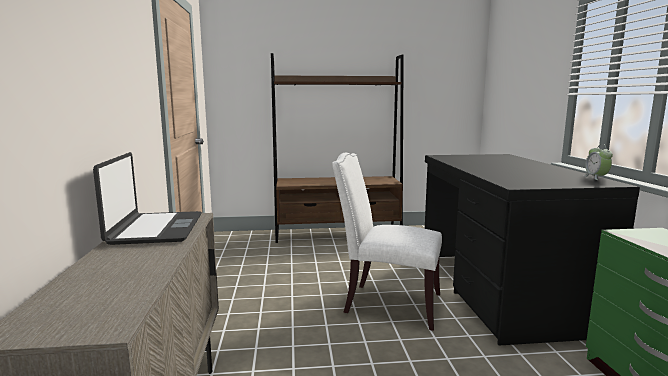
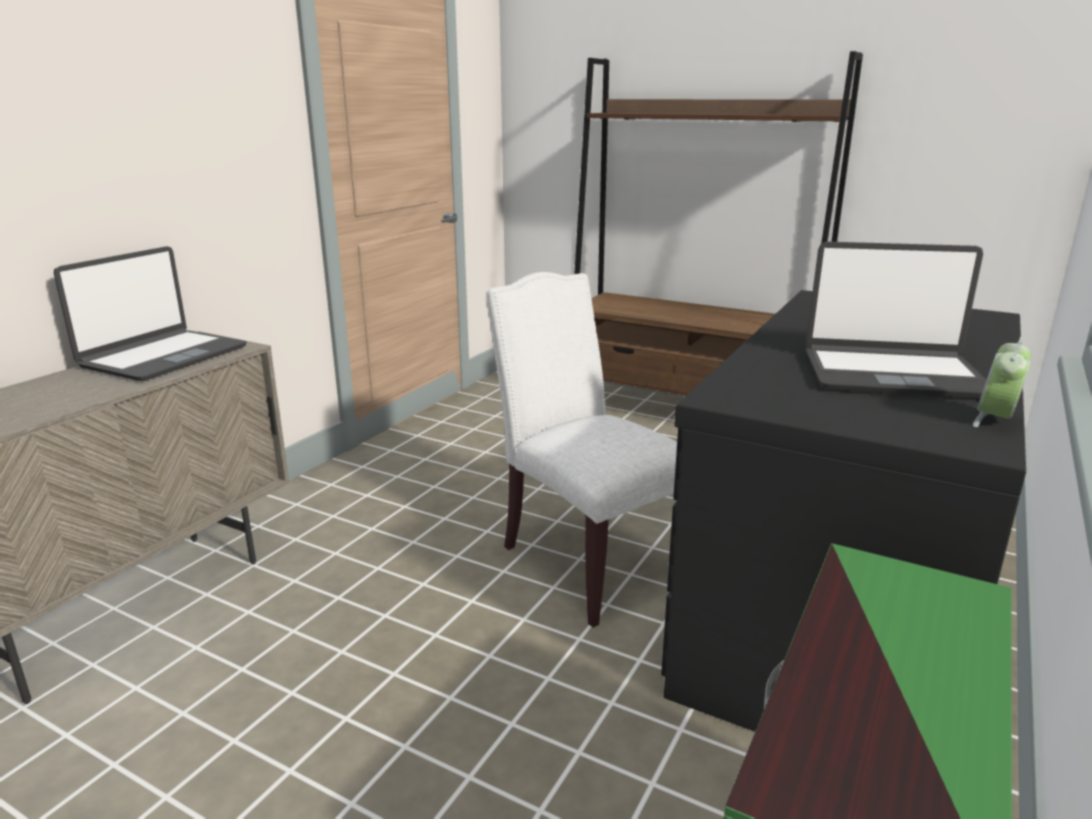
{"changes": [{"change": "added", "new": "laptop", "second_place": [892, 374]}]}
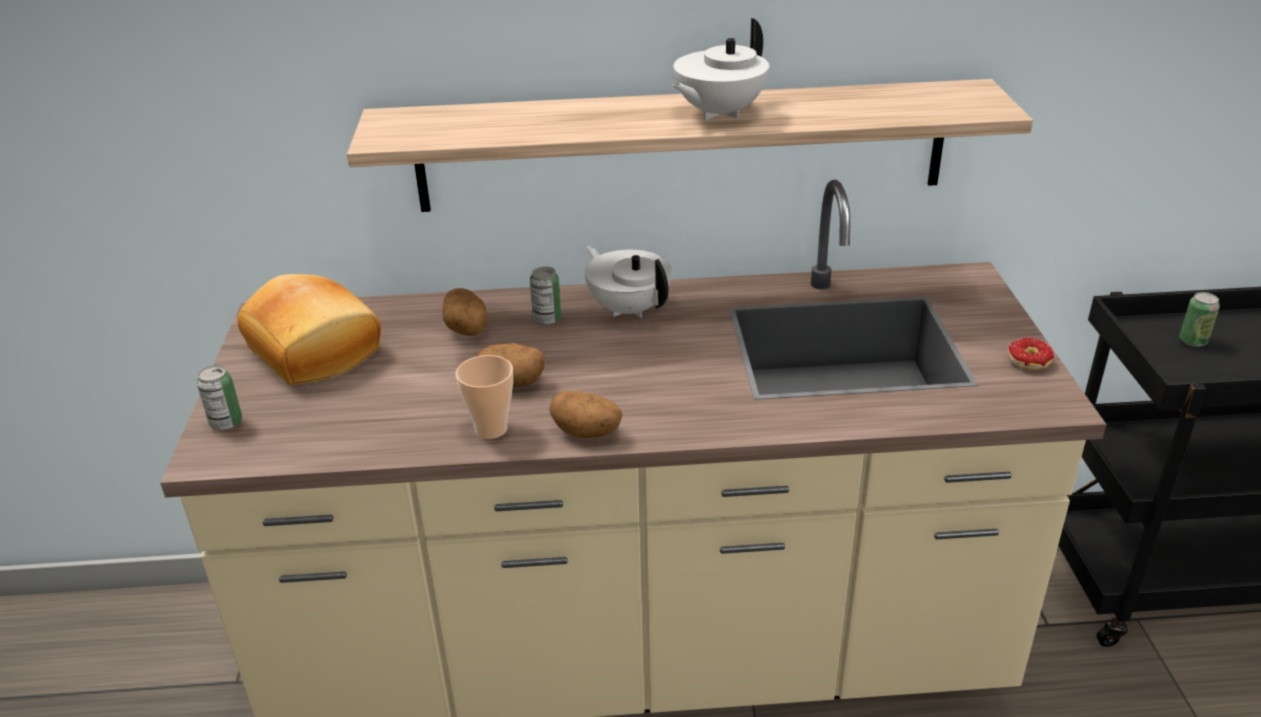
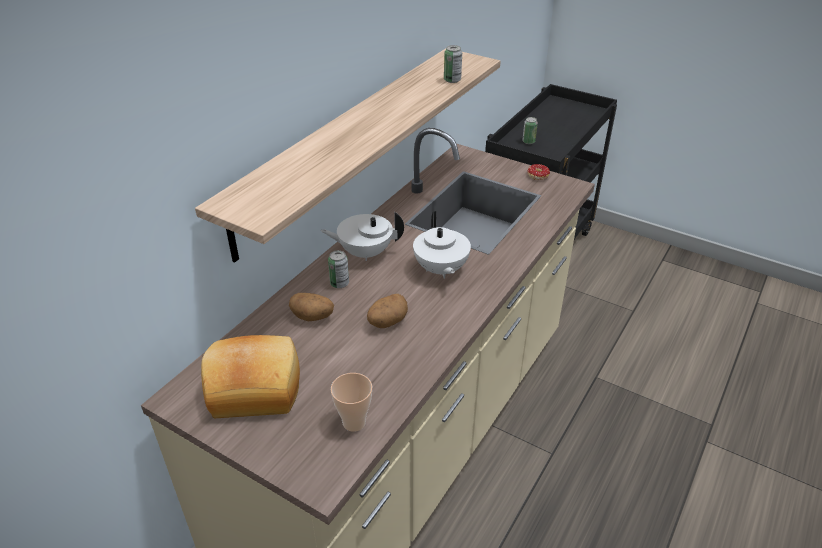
{"changes": [{"change": "removed", "old": "potato", "first_place": [587, 432]}, {"change": "moved", "old": "can", "first_place": [226, 423], "second_place": [452, 80]}, {"change": "moved", "old": "cup", "first_place": [491, 429], "second_place": [354, 422]}, {"change": "moved", "old": "white teapot", "first_place": [718, 113], "second_place": [440, 270]}]}
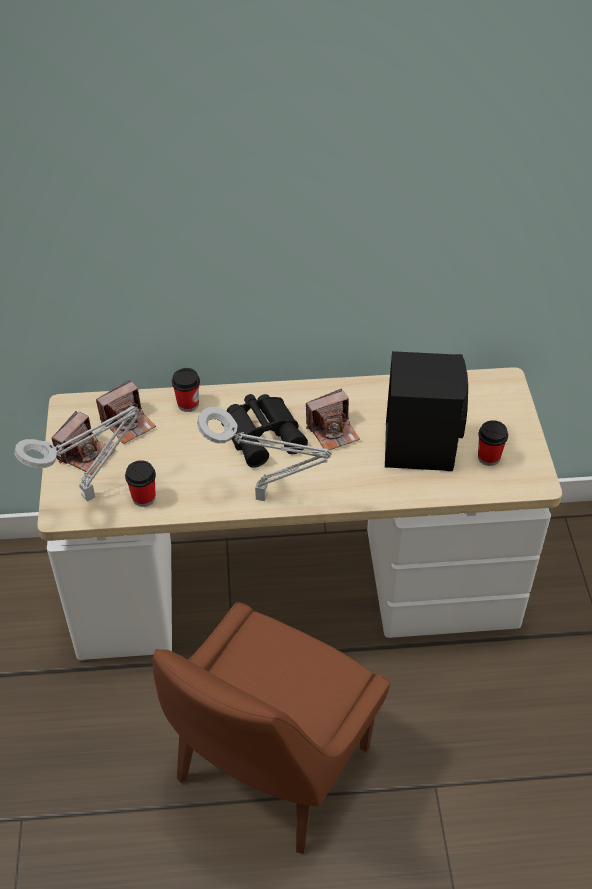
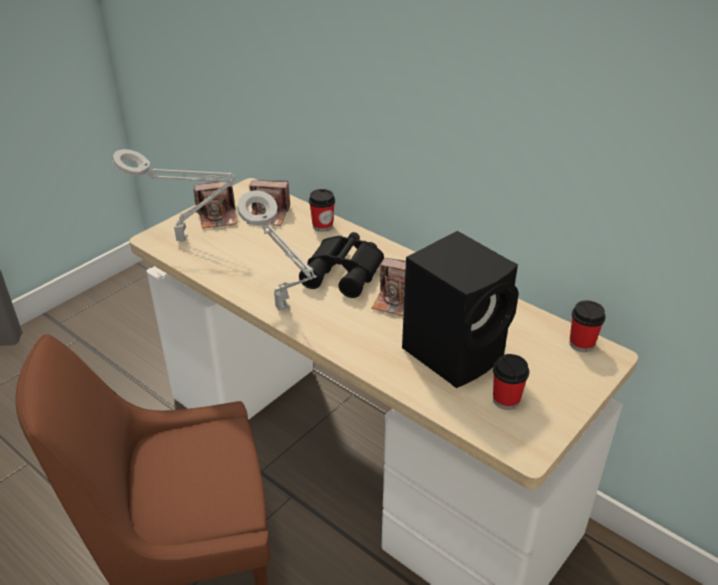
{"changes": [{"change": "moved", "old": "cup", "first_place": [144, 498], "second_place": [581, 344]}]}
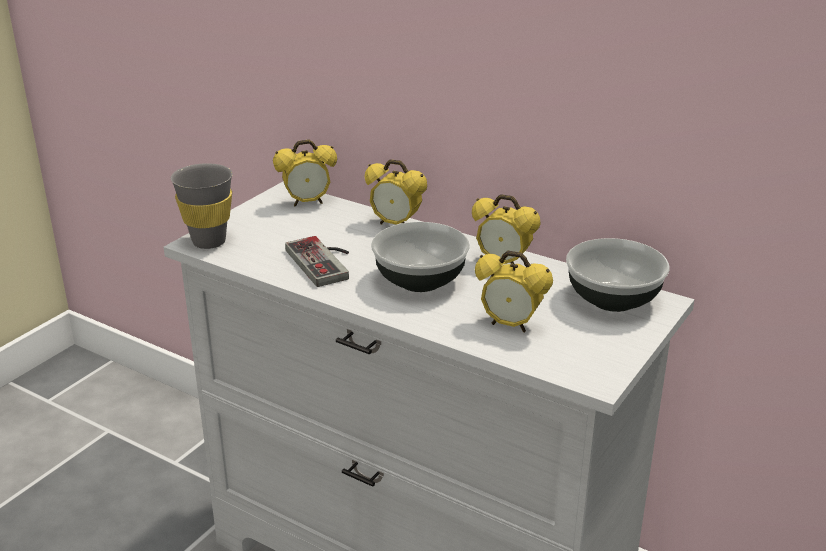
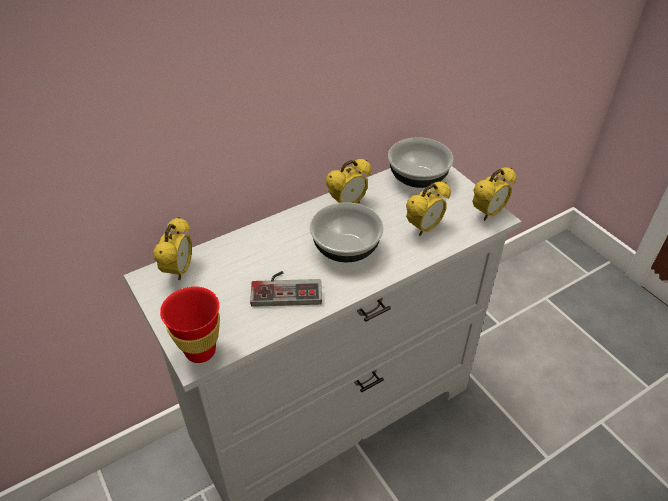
{"changes": [{"change": "moved", "old": "alarm clock", "first_place": [396, 225], "second_place": [488, 213]}, {"change": "recoloured", "old": "grey cup", "new": "red cup", "first_place": [209, 242], "second_place": [200, 351]}]}
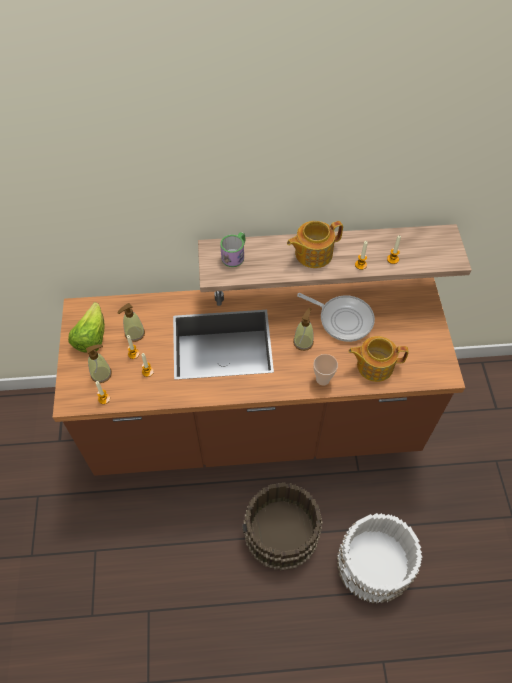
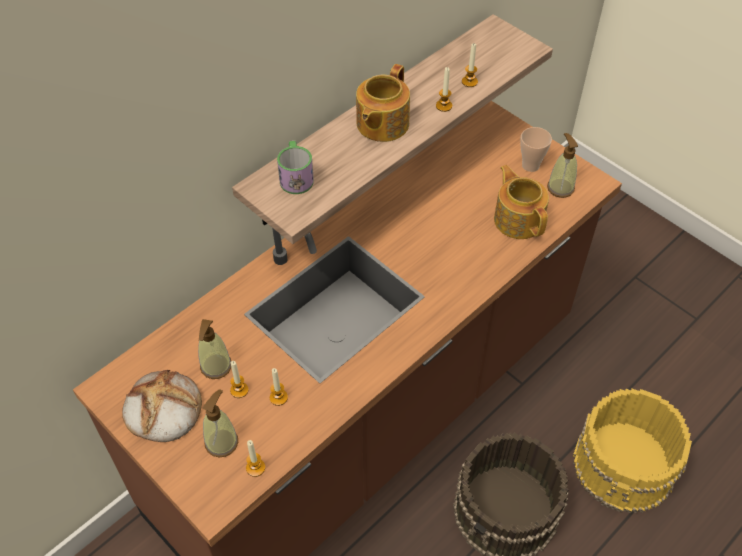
{"changes": [{"change": "removed", "old": "frying pan", "first_place": [343, 319]}, {"change": "moved", "old": "soap dispenser", "first_place": [303, 342], "second_place": [560, 188]}, {"change": "moved", "old": "cup", "first_place": [323, 379], "second_place": [530, 165]}, {"change": "replaced", "old": "lettuce", "new": "bread", "first_place": [91, 337], "second_place": [162, 409]}, {"change": "recoloured", "old": "white bucket", "new": "yellow bucket", "first_place": [375, 564], "second_place": [625, 465]}, {"change": "turned", "old": "teapot", "first_place": [374, 365], "second_place": [518, 219], "degrees": 105}]}
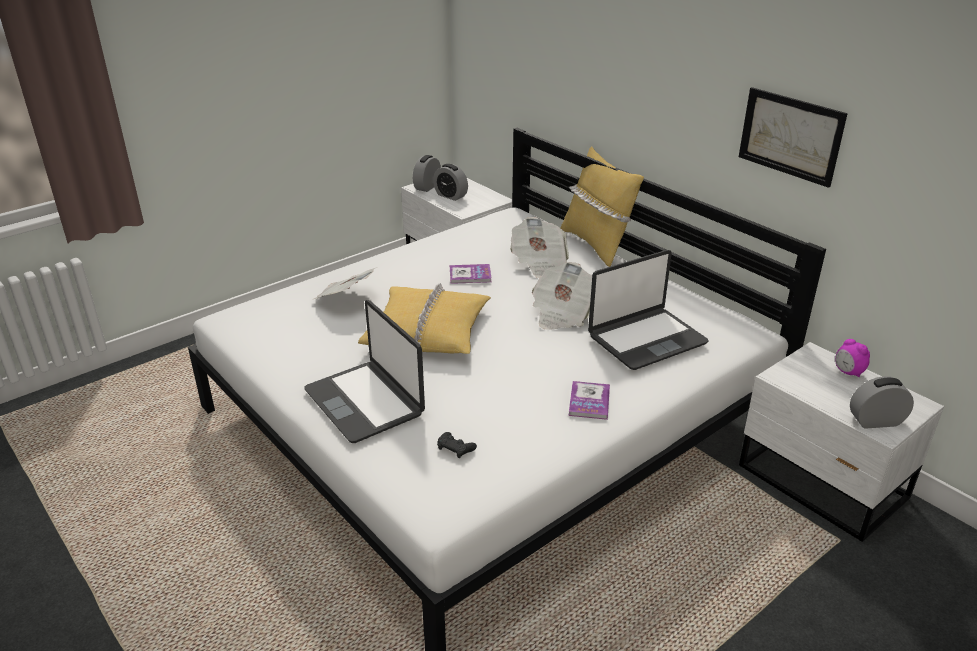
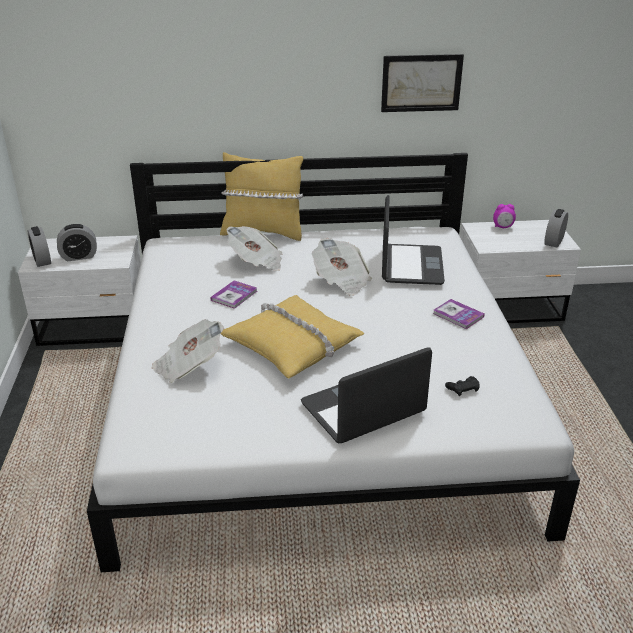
{"changes": [{"change": "turned", "old": "laptop", "first_place": [365, 402], "second_place": [363, 409], "degrees": 150}]}
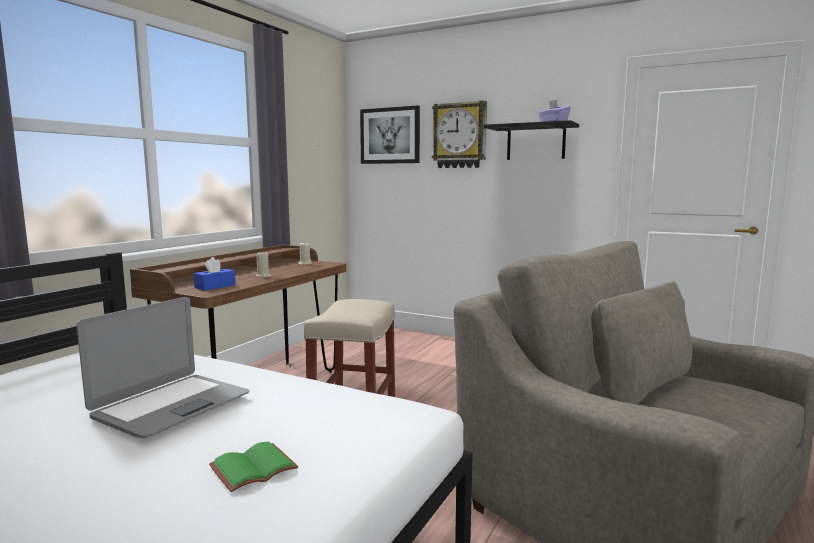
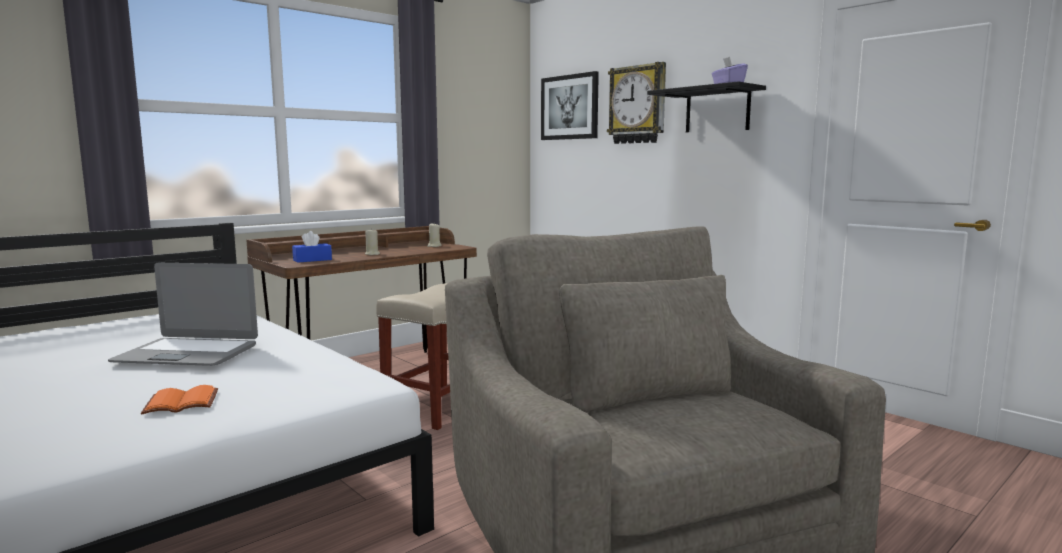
{"changes": [{"change": "recoloured", "old": "green book", "new": "orange book", "first_place": [254, 467], "second_place": [183, 402]}, {"change": "turned", "old": "laptop", "first_place": [171, 406], "second_place": [188, 354], "degrees": 45}]}
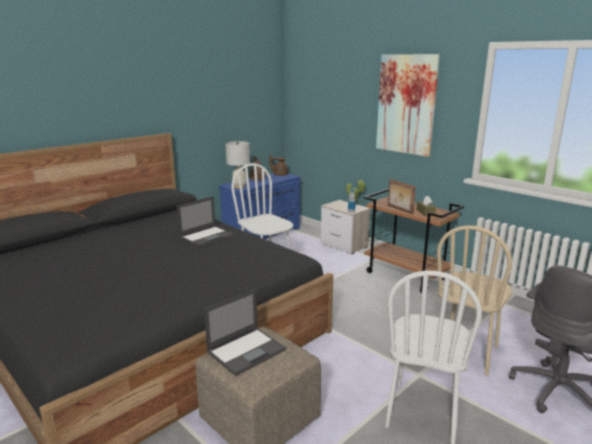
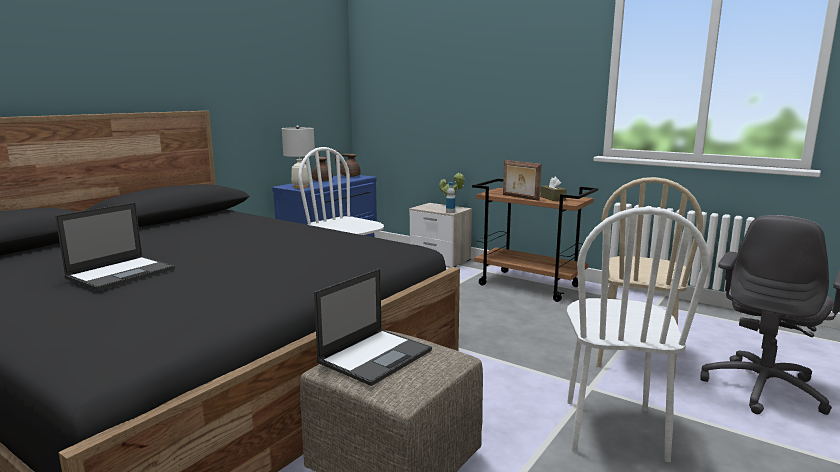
{"changes": [{"change": "removed", "old": "picture", "first_place": [406, 104]}, {"change": "moved", "old": "laptop", "first_place": [207, 236], "second_place": [122, 273]}]}
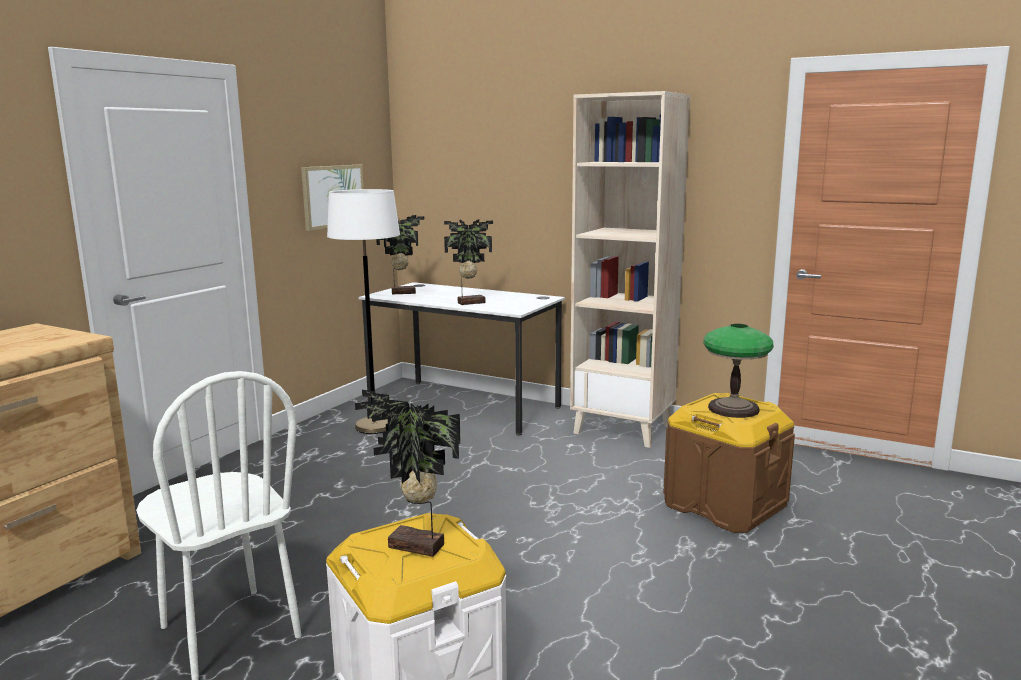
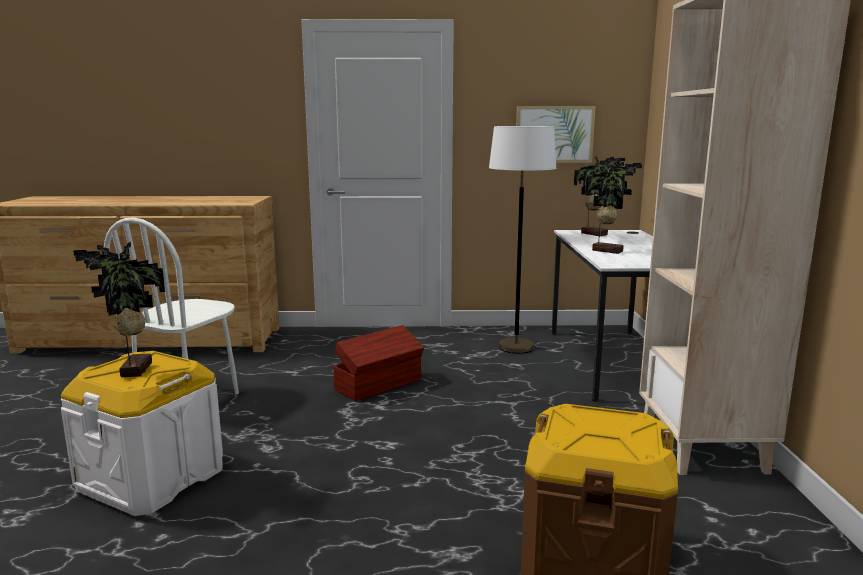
{"changes": [{"change": "removed", "old": "table lamp", "first_place": [733, 409]}, {"change": "added", "new": "brown storage box", "second_place": [380, 384]}]}
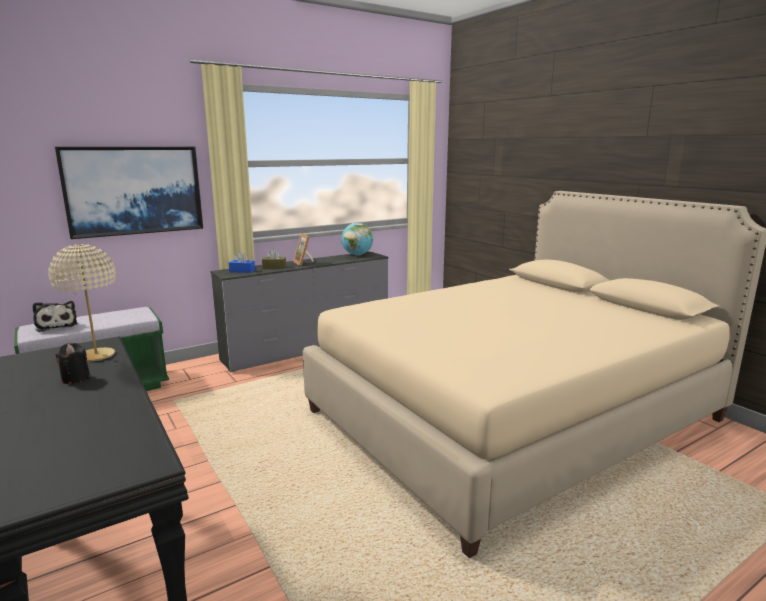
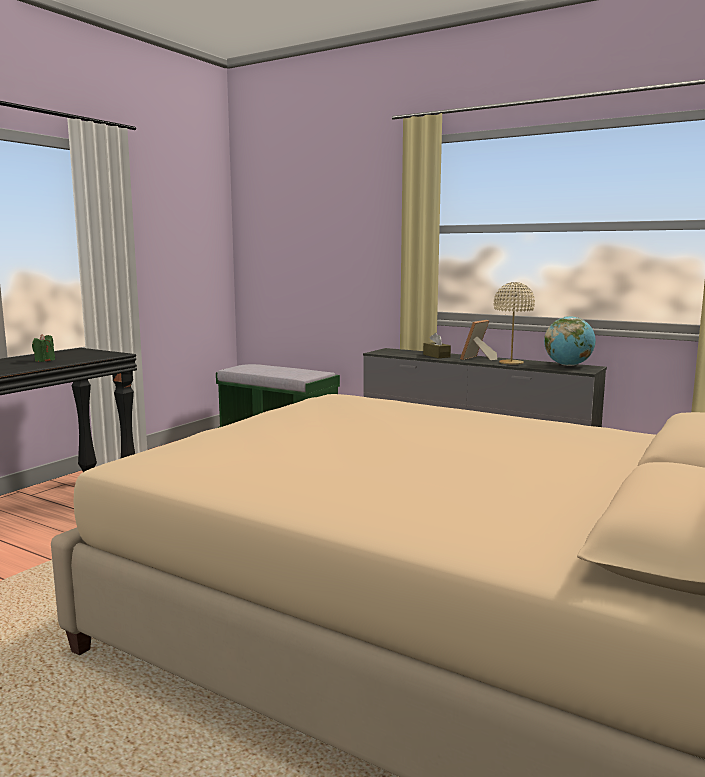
{"changes": [{"change": "removed", "old": "plush toy", "first_place": [56, 325]}, {"change": "removed", "old": "picture", "first_place": [134, 190]}, {"change": "removed", "old": "blue tissue box", "first_place": [242, 271]}, {"change": "moved", "old": "beige table lamp", "first_place": [97, 356], "second_place": [511, 363]}, {"change": "recoloured", "old": "black candle", "new": "green candle", "first_place": [76, 378], "second_place": [44, 360]}]}
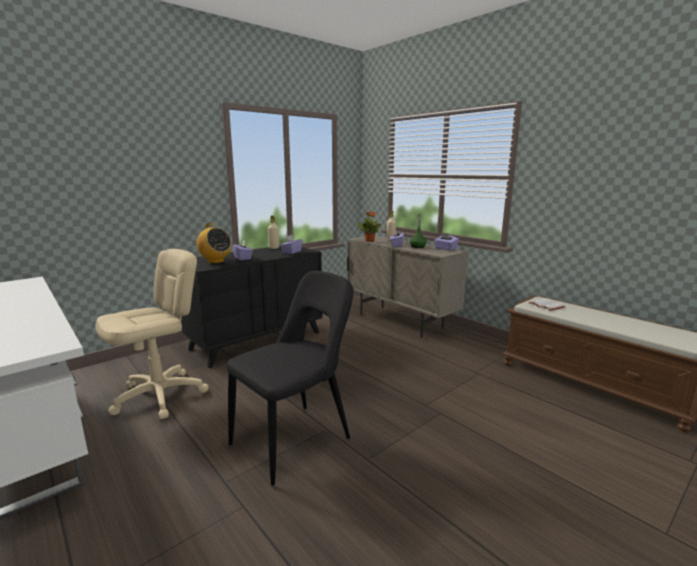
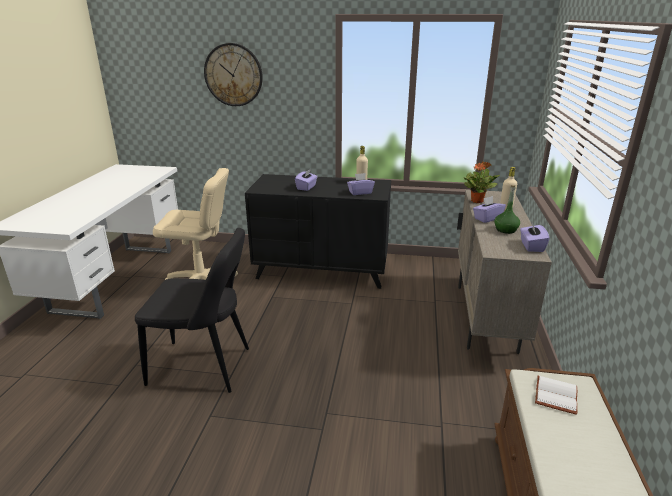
{"changes": [{"change": "removed", "old": "radio", "first_place": [215, 261]}, {"change": "added", "new": "wall clock", "second_place": [233, 75]}]}
